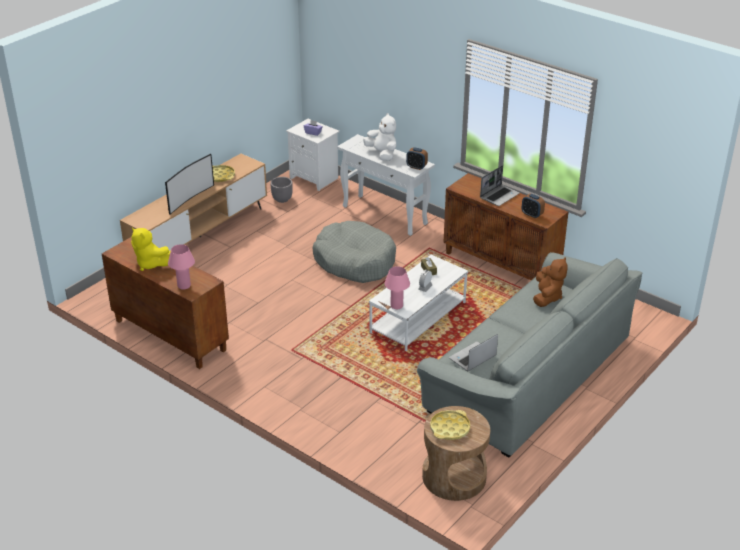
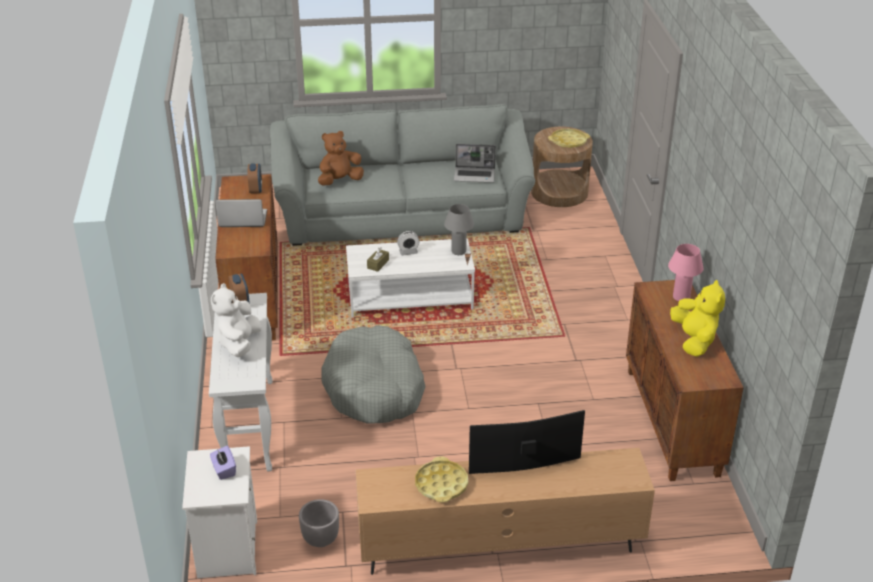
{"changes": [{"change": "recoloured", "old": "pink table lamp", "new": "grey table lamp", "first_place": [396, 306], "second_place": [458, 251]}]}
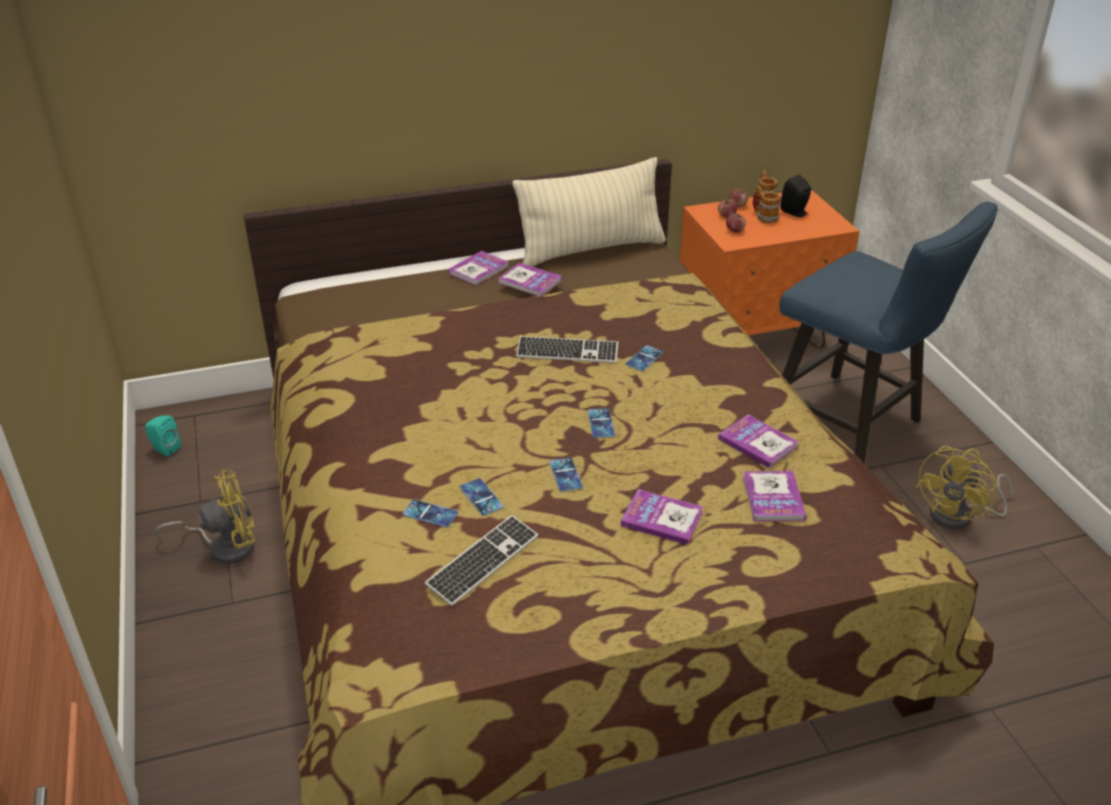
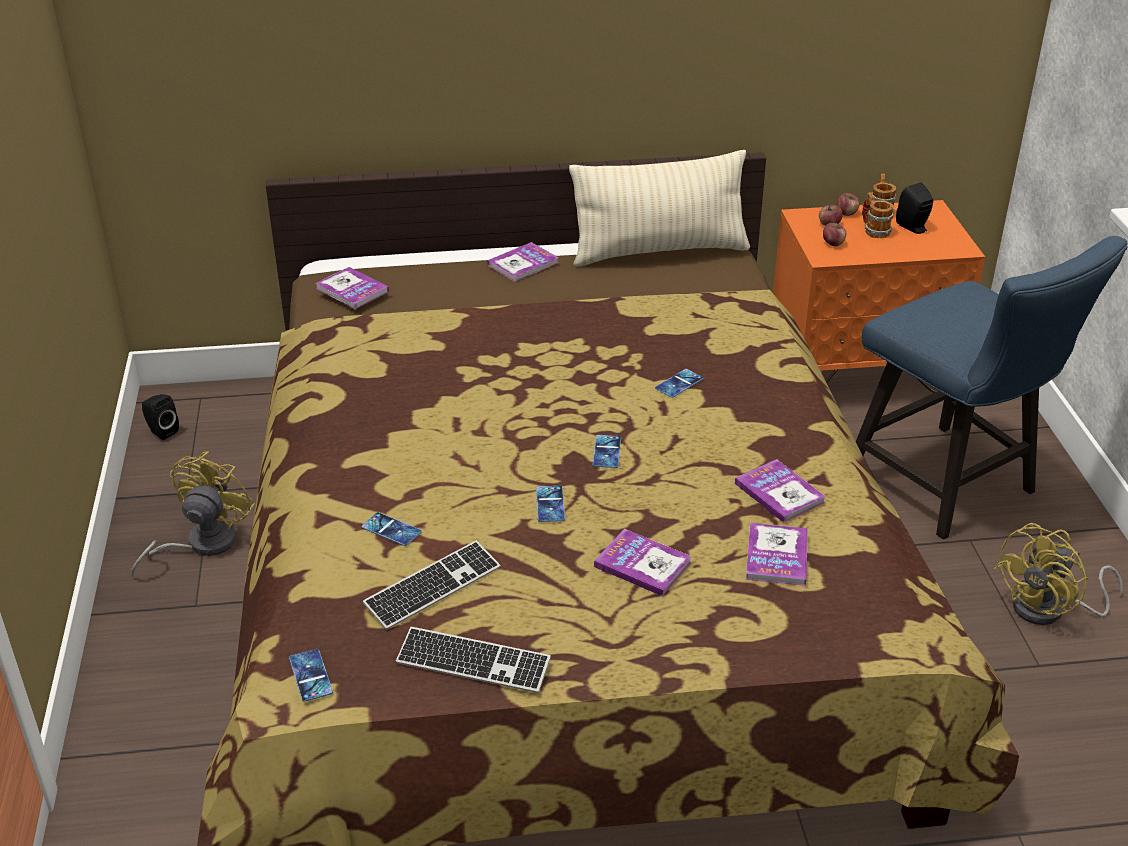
{"changes": [{"change": "moved", "old": "phone", "first_place": [481, 497], "second_place": [310, 675]}, {"change": "moved", "old": "book", "first_place": [530, 281], "second_place": [352, 290]}, {"change": "moved", "old": "keyboard", "first_place": [567, 352], "second_place": [473, 663]}, {"change": "recoloured", "old": "turquoise speaker", "new": "black speaker", "first_place": [164, 449], "second_place": [161, 431]}, {"change": "turned", "old": "yellow fan", "first_place": [224, 546], "second_place": [201, 544], "degrees": -60}]}
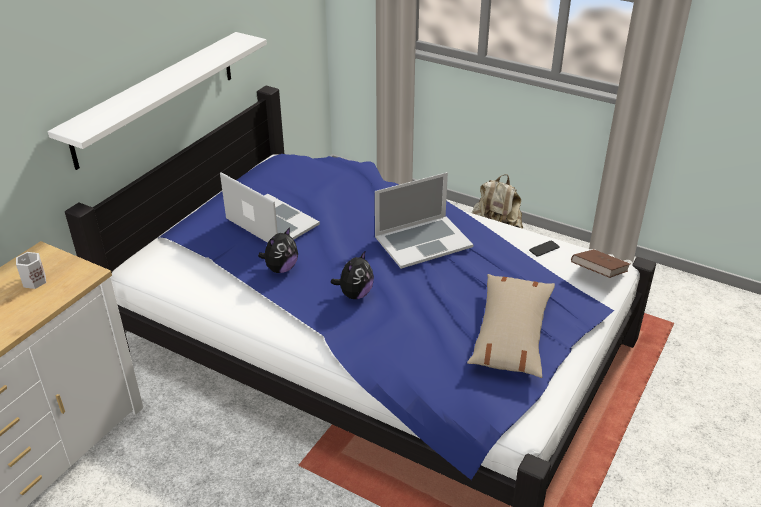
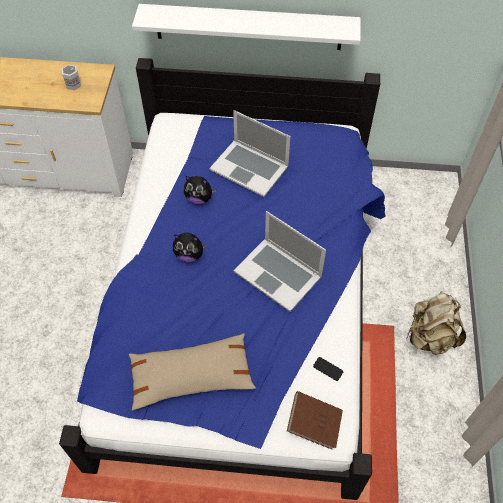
{"changes": [{"change": "turned", "old": "laptop", "first_place": [271, 222], "second_place": [249, 167], "degrees": 105}]}
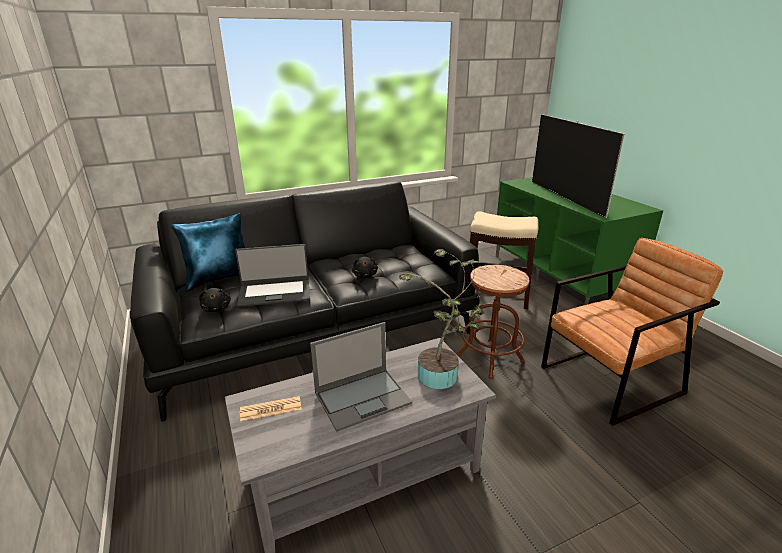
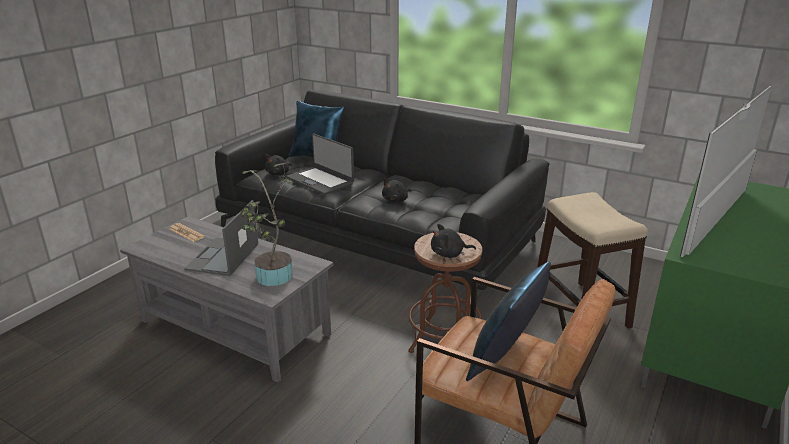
{"changes": [{"change": "added", "new": "black plush toy", "second_place": [449, 254]}, {"change": "added", "new": "blue pillow", "second_place": [505, 359]}, {"change": "turned", "old": "laptop", "first_place": [363, 397], "second_place": [222, 257], "degrees": 75}]}
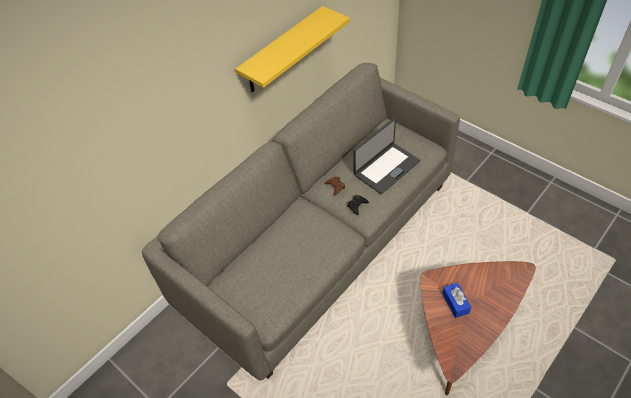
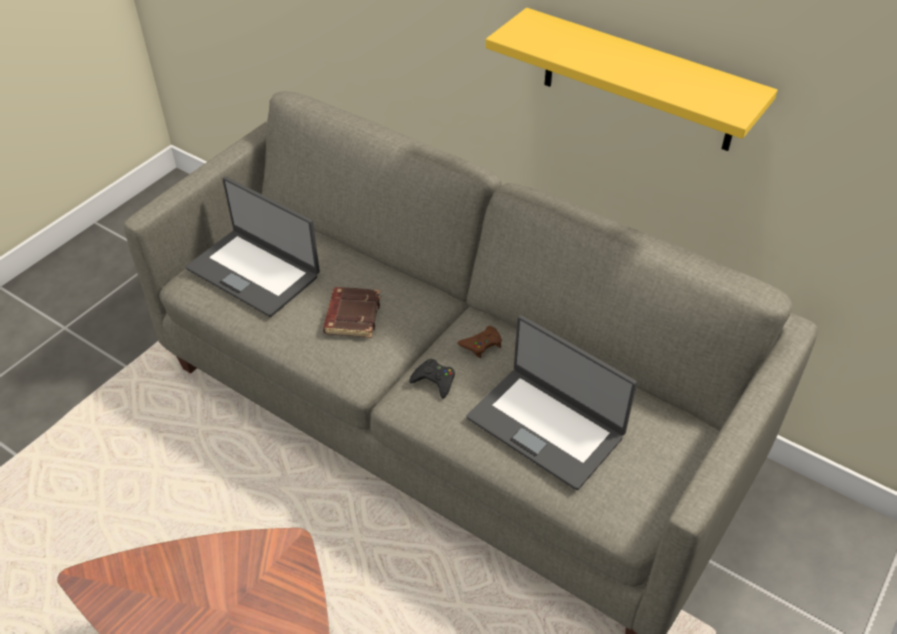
{"changes": [{"change": "removed", "old": "blue tissue box", "first_place": [455, 303]}, {"change": "added", "new": "laptop", "second_place": [254, 271]}, {"change": "added", "new": "brown book", "second_place": [351, 315]}]}
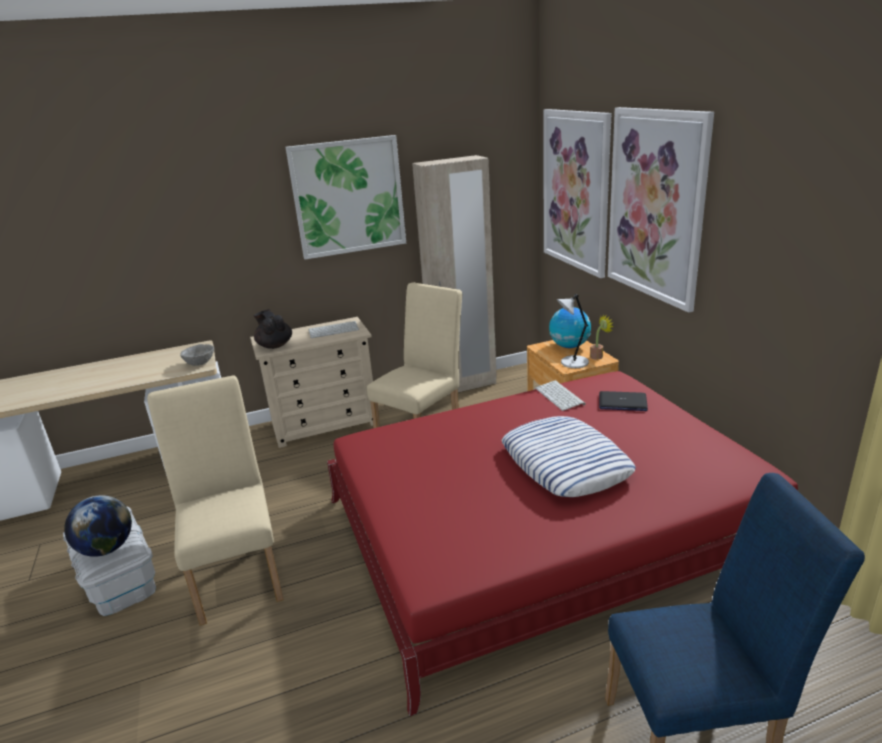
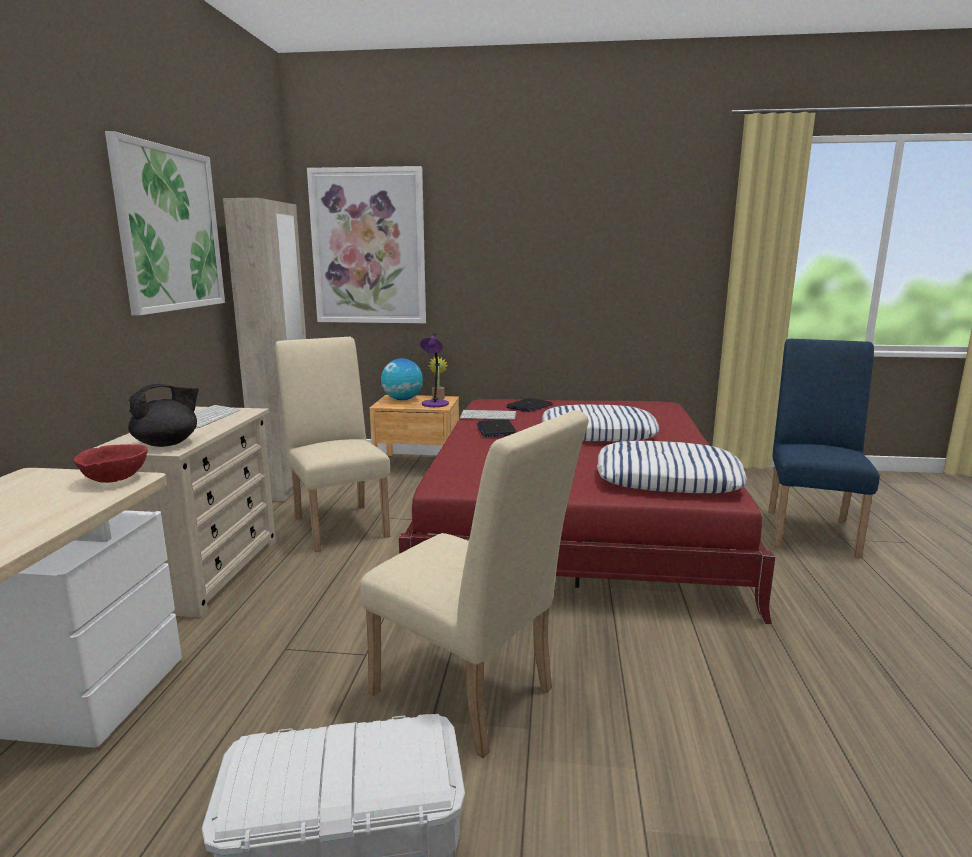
{"changes": [{"change": "removed", "old": "globe", "first_place": [107, 549]}, {"change": "removed", "old": "picture", "first_place": [656, 206]}, {"change": "added", "new": "laptop", "second_place": [496, 430]}, {"change": "added", "new": "pillow", "second_place": [668, 478]}, {"change": "recoloured", "old": "grey bowl", "new": "red bowl", "first_place": [200, 364], "second_place": [116, 479]}, {"change": "recoloured", "old": "grey table lamp", "new": "purple table lamp", "first_place": [573, 363], "second_place": [435, 404]}, {"change": "turned", "old": "beige chair", "first_place": [238, 572], "second_place": [471, 697], "degrees": -150}, {"change": "turned", "old": "black teapot", "first_place": [275, 345], "second_place": [167, 443], "degrees": 150}]}
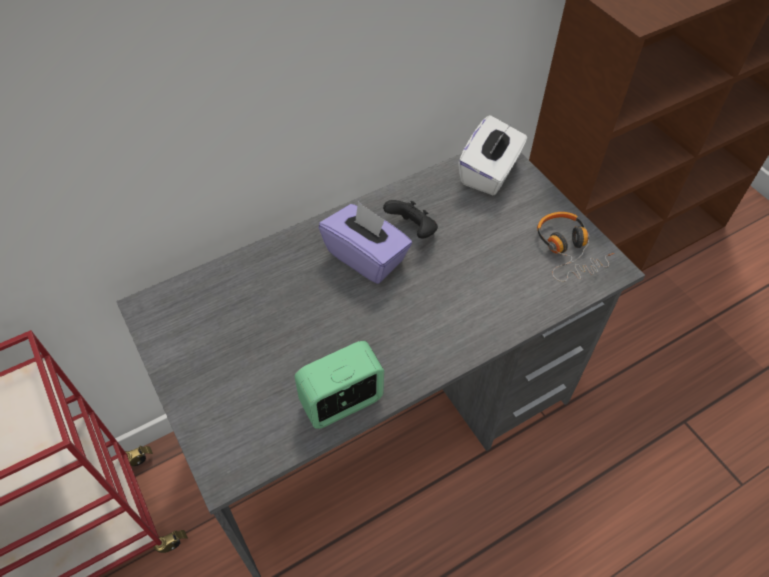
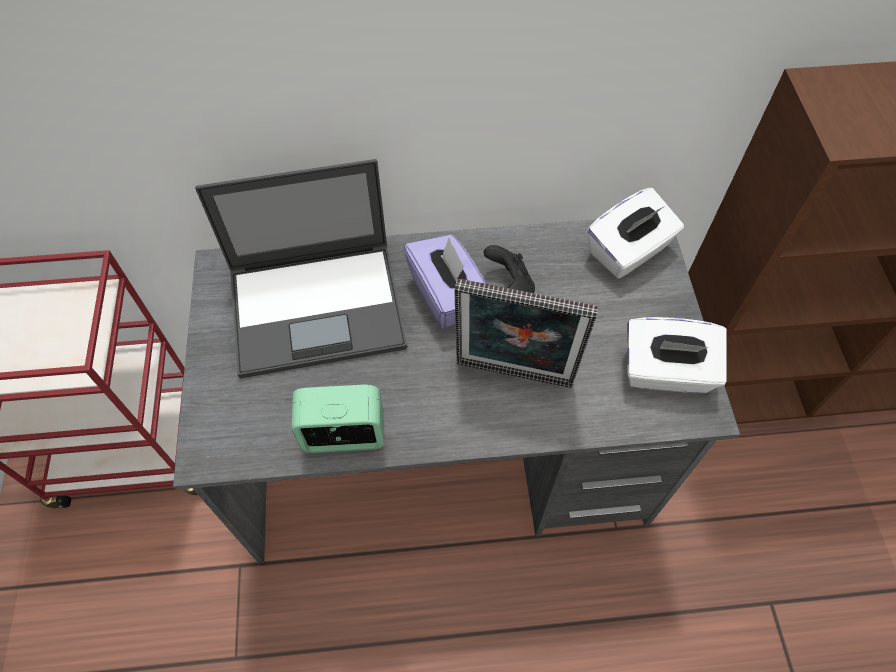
{"changes": [{"change": "added", "new": "laptop", "second_place": [319, 307]}, {"change": "added", "new": "picture frame", "second_place": [513, 378]}, {"change": "replaced", "old": "headphones", "new": "white tissue box", "first_place": [568, 251], "second_place": [665, 372]}]}
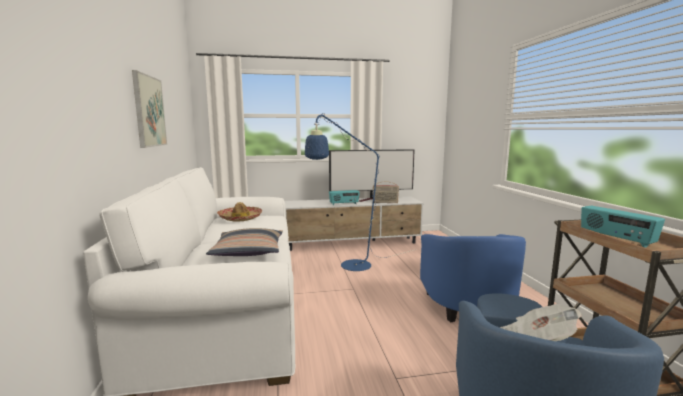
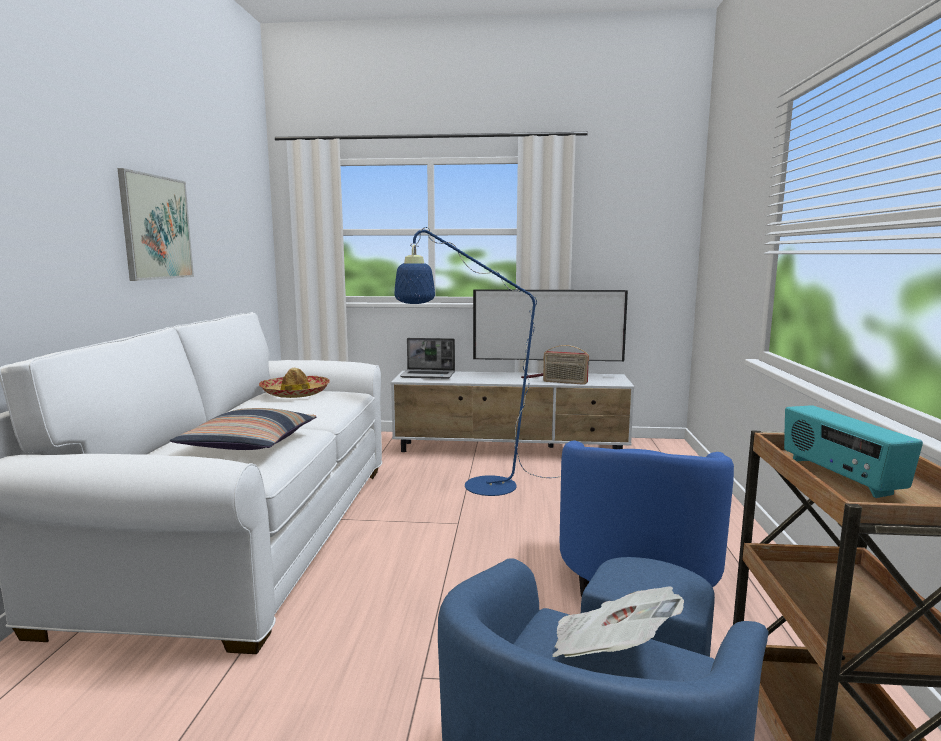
{"changes": [{"change": "removed", "old": "radio", "first_place": [344, 204]}, {"change": "added", "new": "laptop", "second_place": [429, 375]}]}
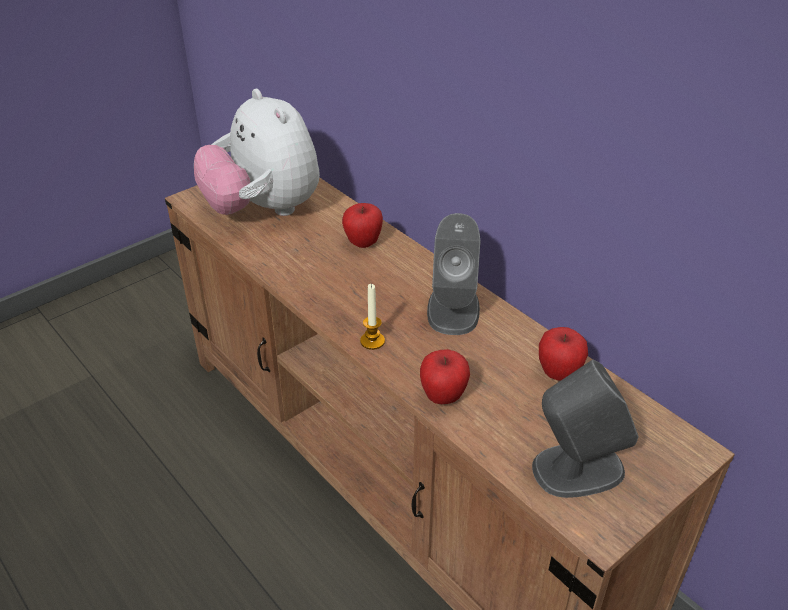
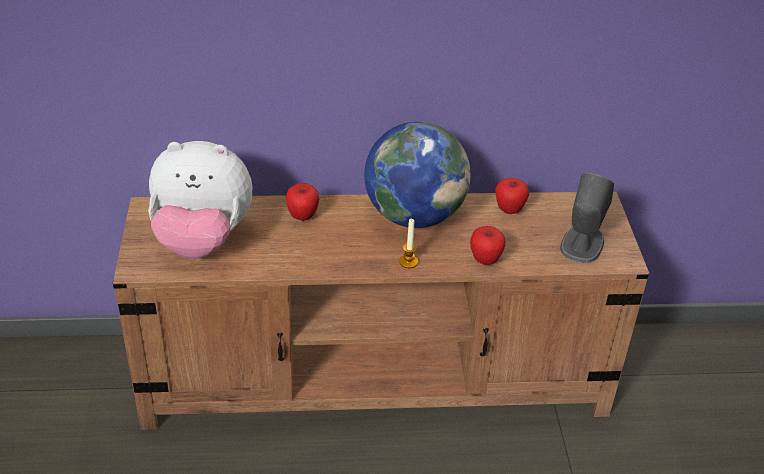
{"changes": [{"change": "replaced", "old": "grey speaker", "new": "globe", "first_place": [453, 309], "second_place": [414, 216]}]}
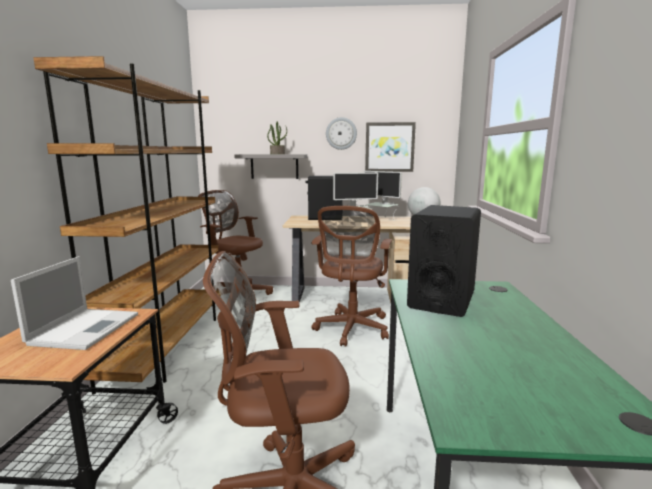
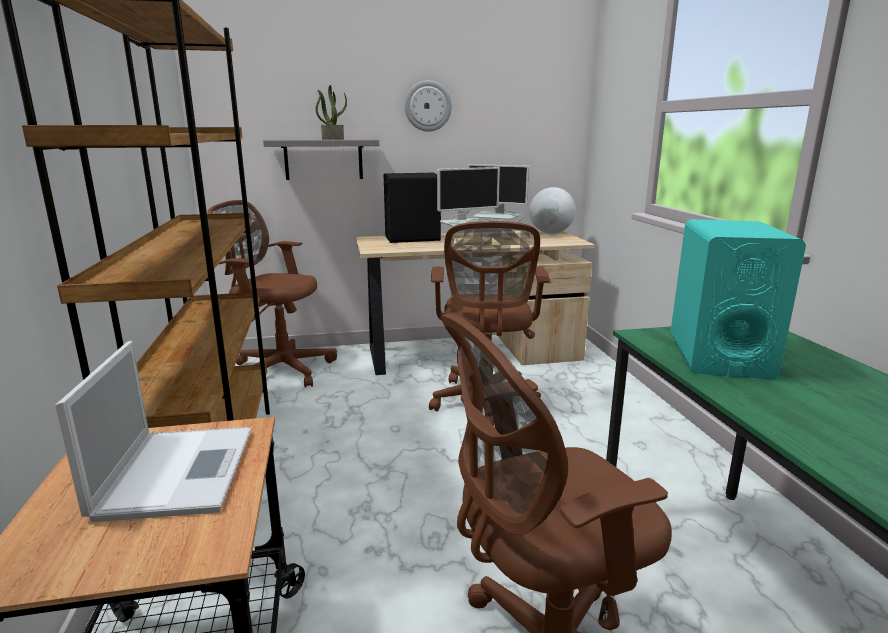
{"changes": [{"change": "removed", "old": "picture", "first_place": [389, 147]}, {"change": "recoloured", "old": "black speaker", "new": "turquoise speaker", "first_place": [441, 299], "second_place": [718, 355]}]}
